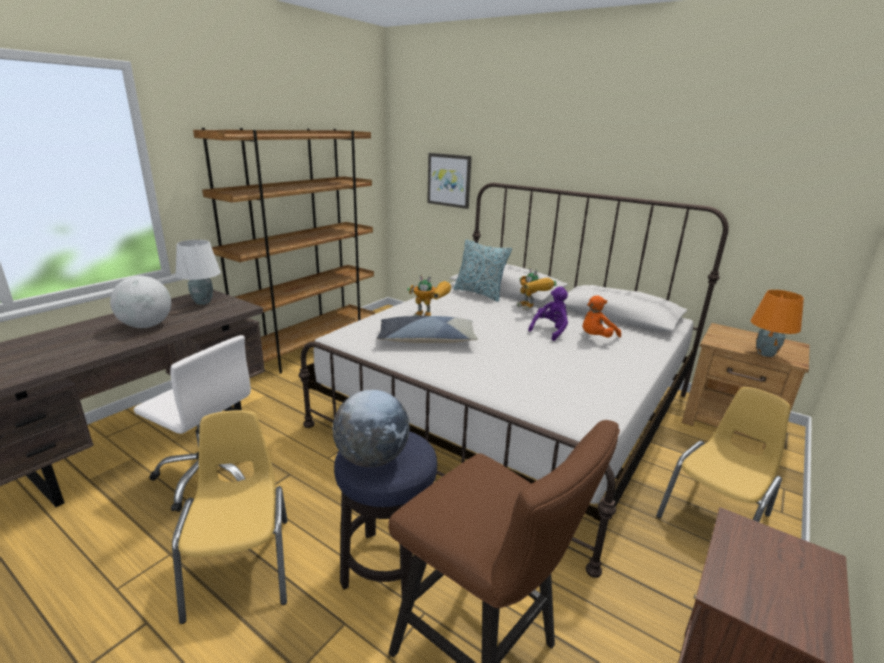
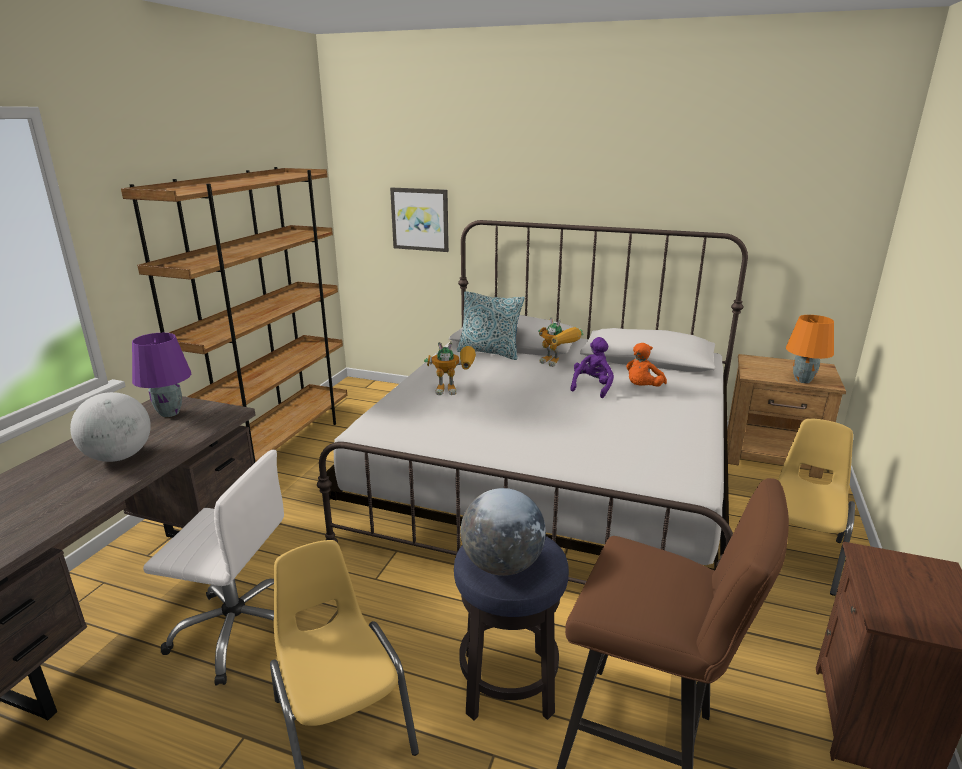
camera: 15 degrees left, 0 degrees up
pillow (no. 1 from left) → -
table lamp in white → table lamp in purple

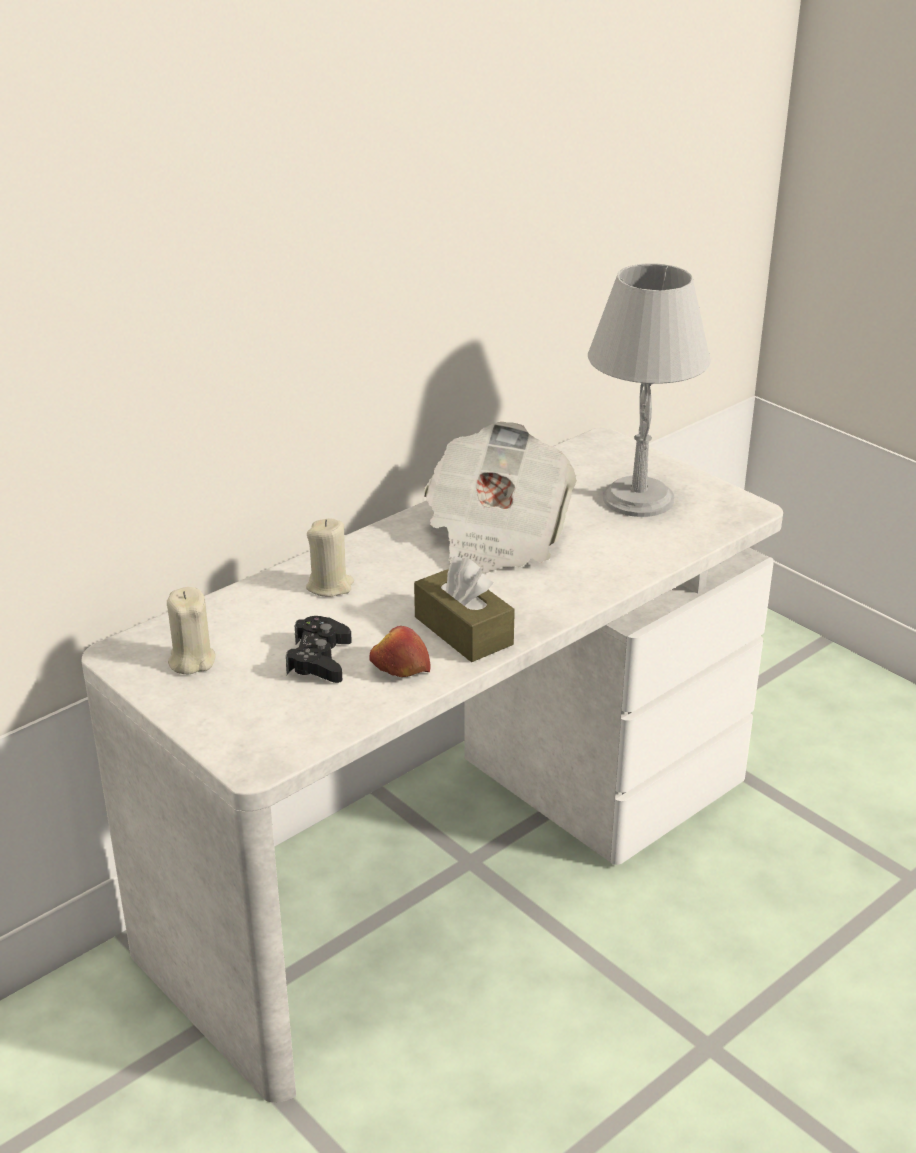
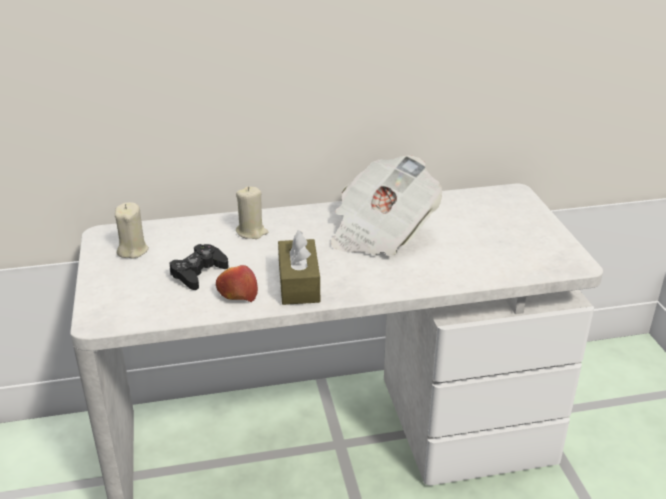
camera: 30 degrees right, 0 degrees up
table lamp in grey → -

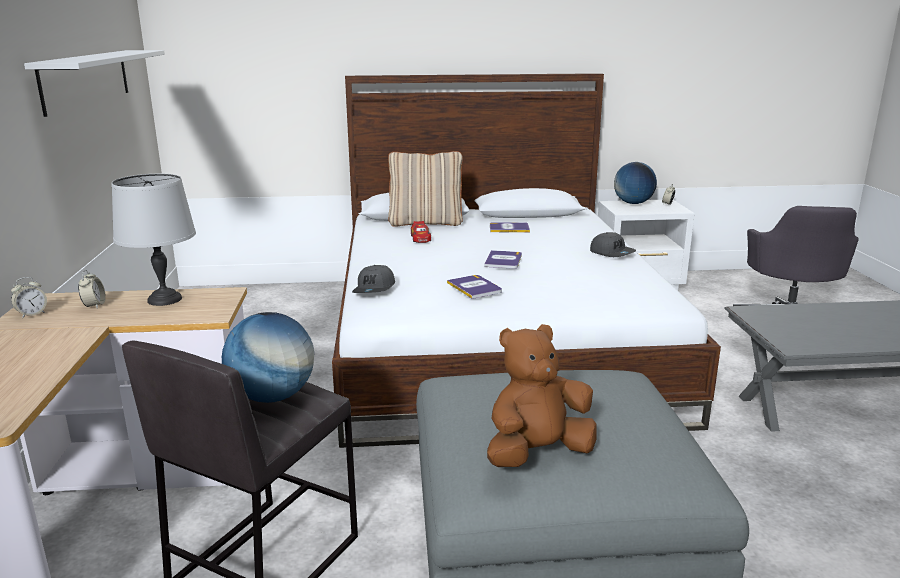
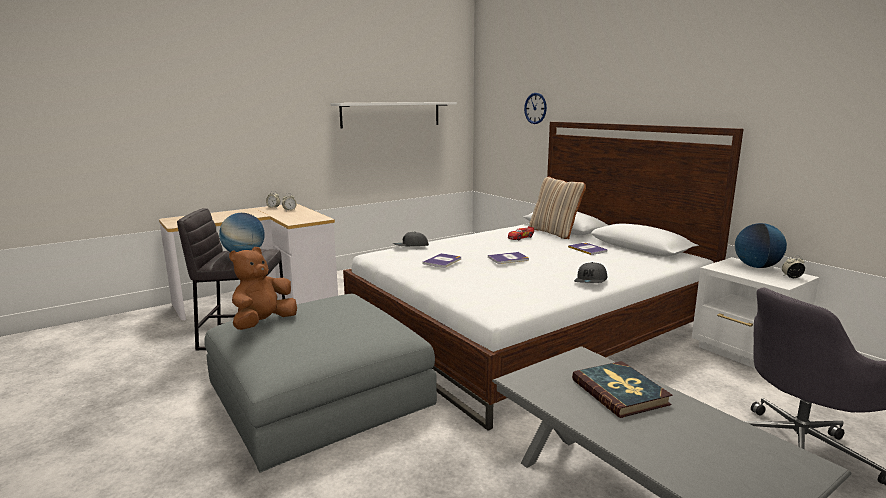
camera: 60 degrees right, 5 degrees down
table lamp in grey → -
- → wall clock
- → book (no. 4 from left)
plush toy in brown, 90 degrees counterclockwise

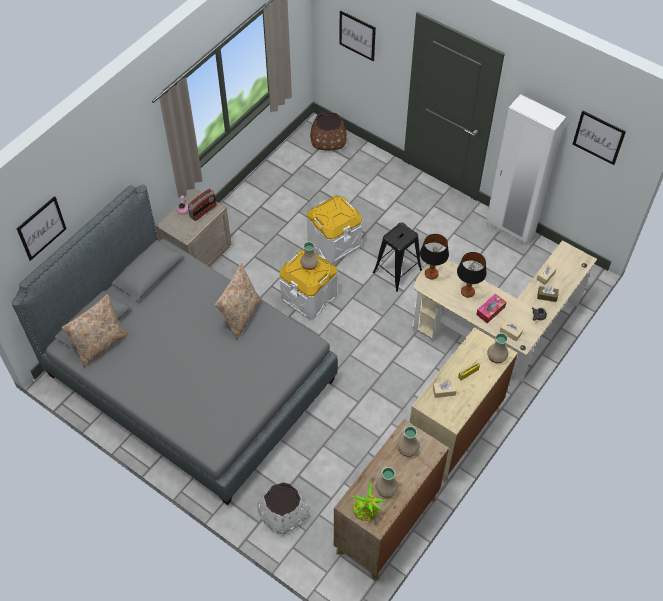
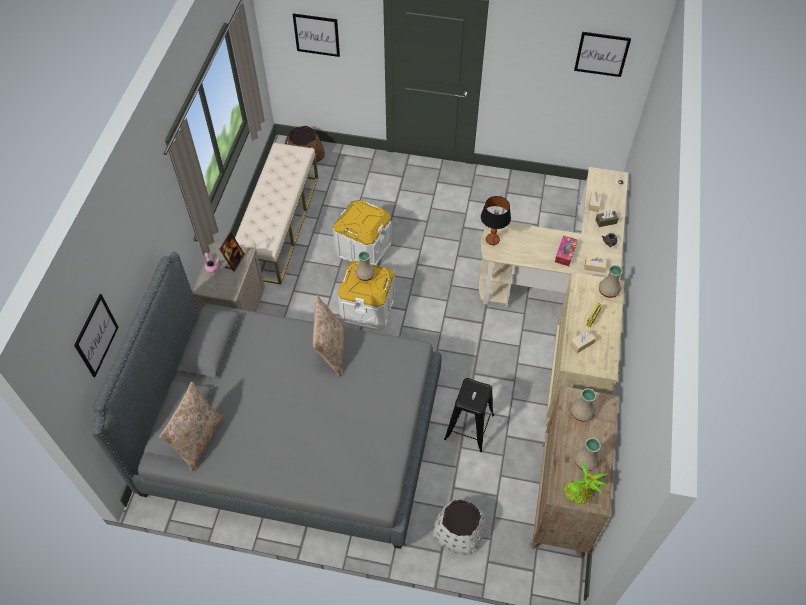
camera: 25 degrees left, 0 degrees up
table lamp (no. 2 from left) → -
wardrobe in white → -
- → bench in beige
stool in black, shifted
radio (no. 1 from left) → picture frame

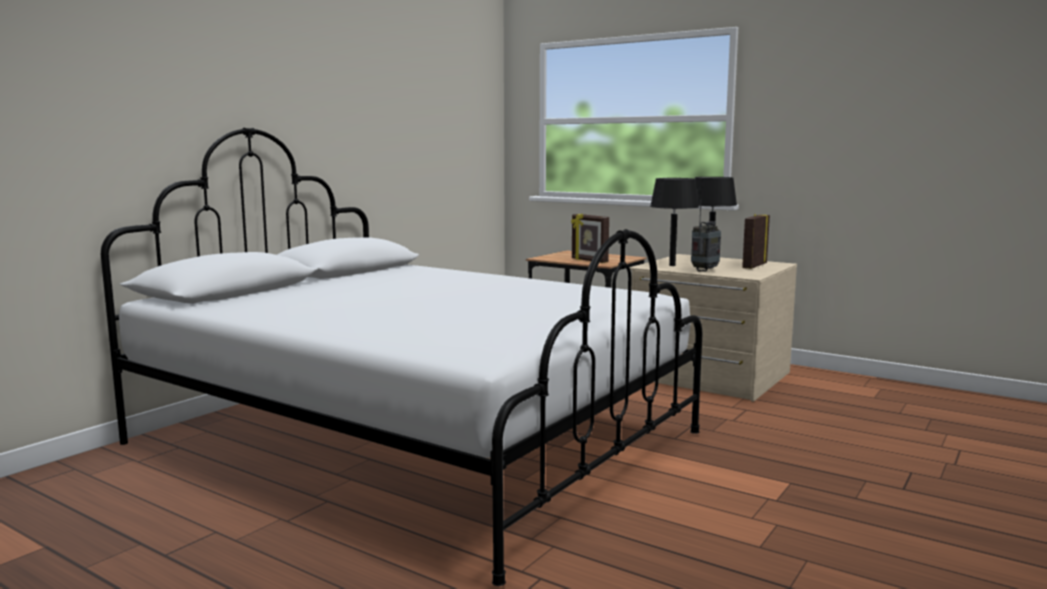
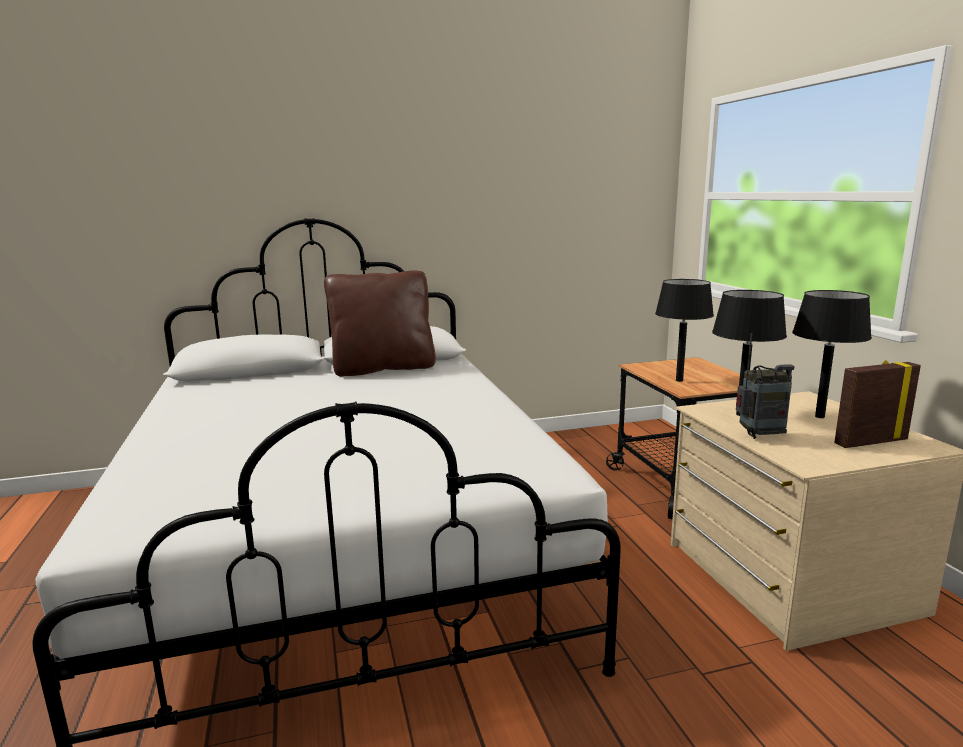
camera: 40 degrees right, 5 degrees up
- → pillow in brown
picture frame (no. 1 from left) → table lamp in black (no. 1 from left)

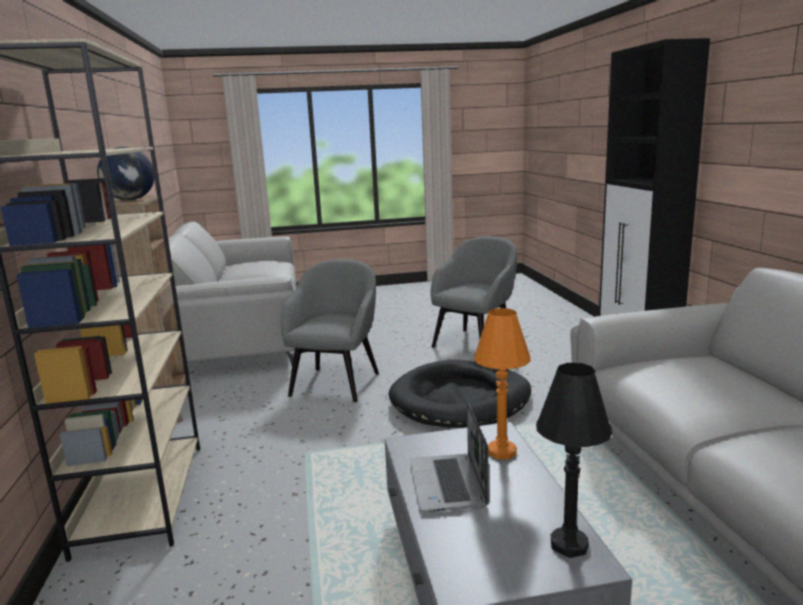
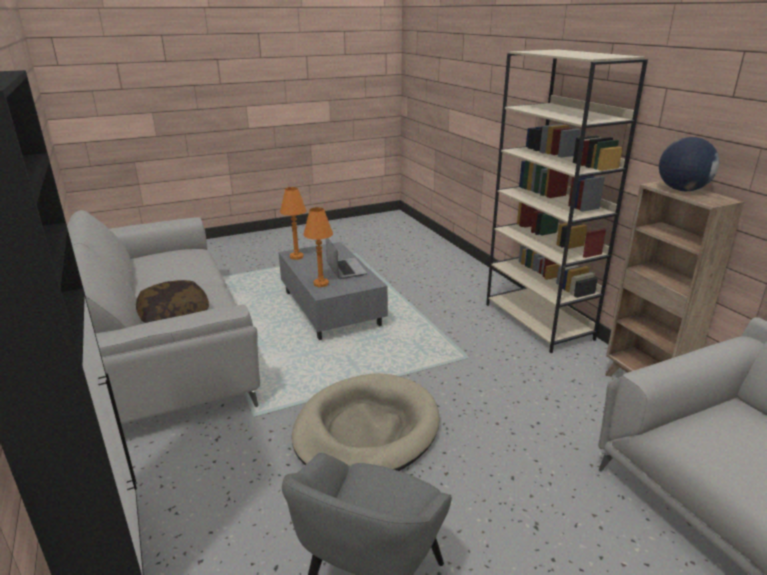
camera: 165 degrees right, 10 degrees up
armchair in grey (no. 1 from left) → -
- → pillow
dog bed in black → dog bed in beige
table lamp in black → table lamp in orange (no. 1 from left)

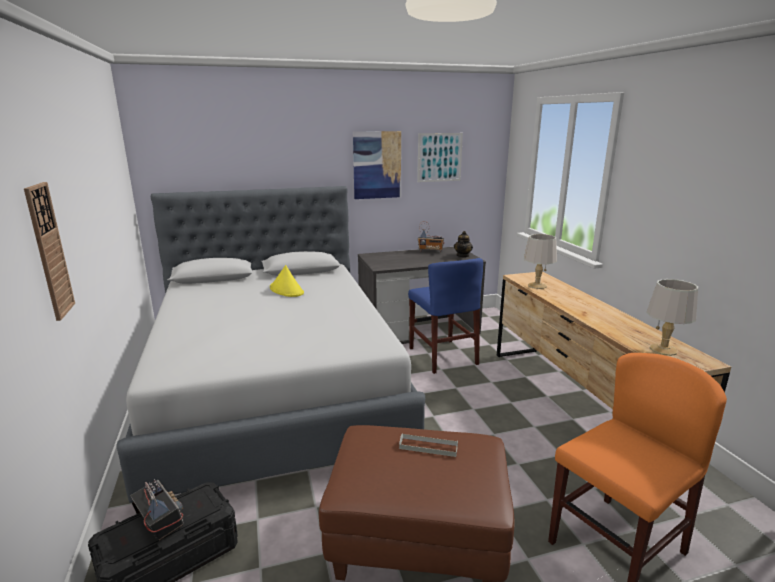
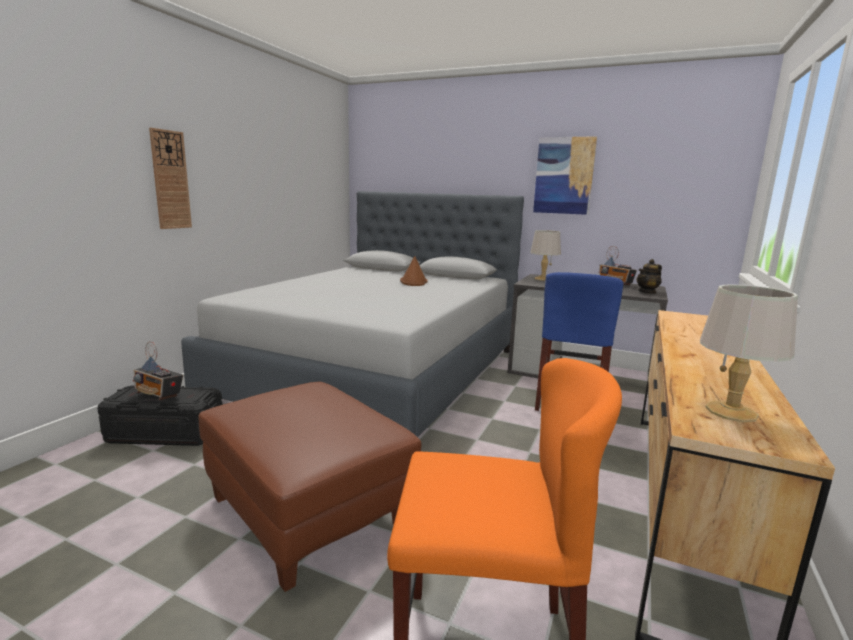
camera: 40 degrees right, 5 degrees down
tray in grey → -
picture (no. 2 from left) → -
table lamp in grey (no. 1 from left), shifted
hat in yellow → hat in brown
radio (no. 1 from left), 120 degrees clockwise

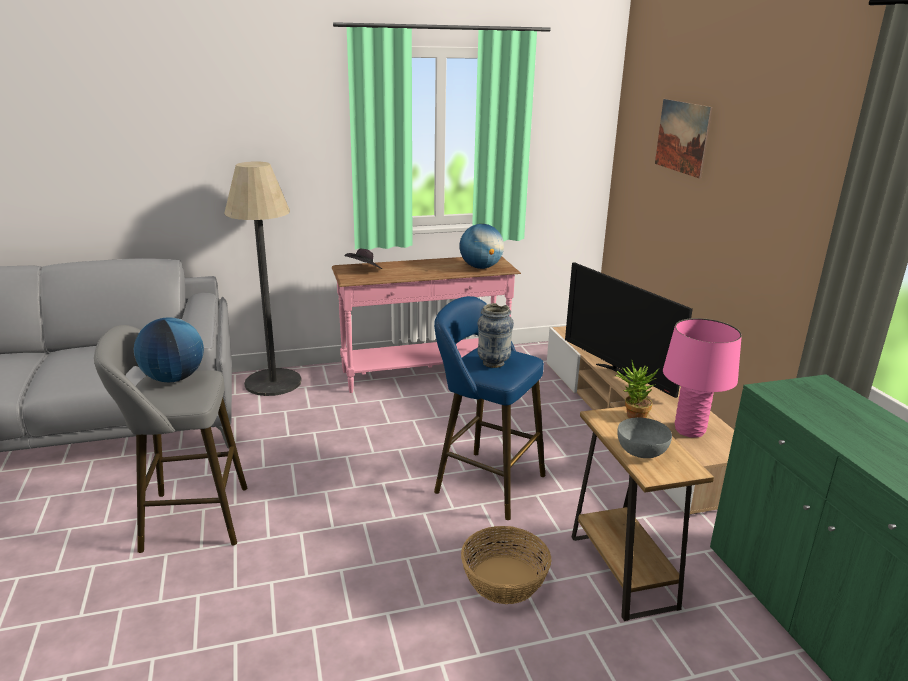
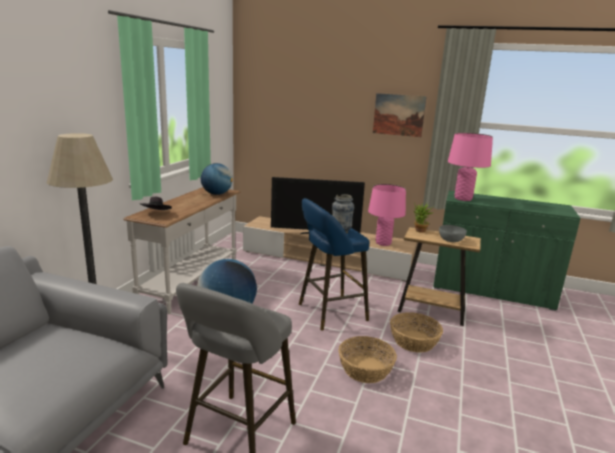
camera: 55 degrees left, 5 degrees down
- → basket (no. 1 from left)
- → table lamp in pink (no. 2 from left)
picture, shifted
console table in pink → console table in white

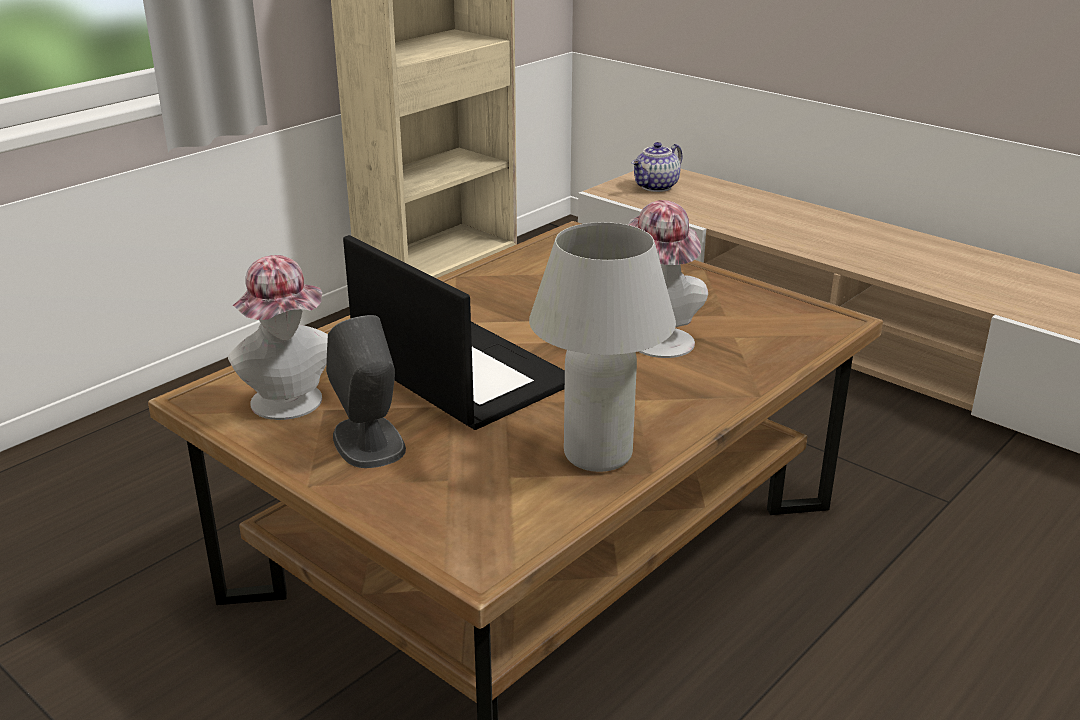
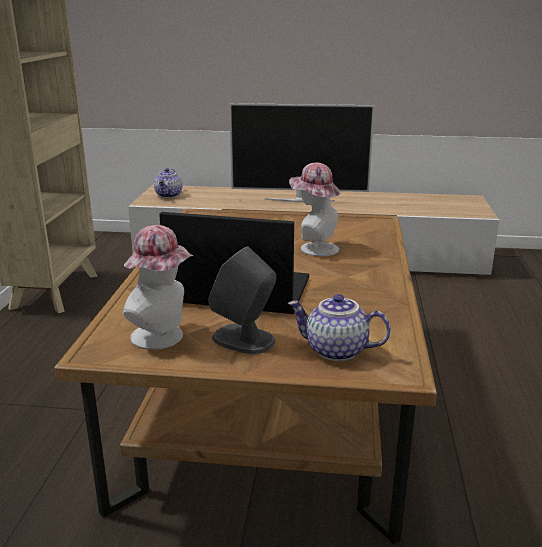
camera: 35 degrees left, 5 degrees down
table lamp in white → -
- → television
- → teapot (no. 2 from left)

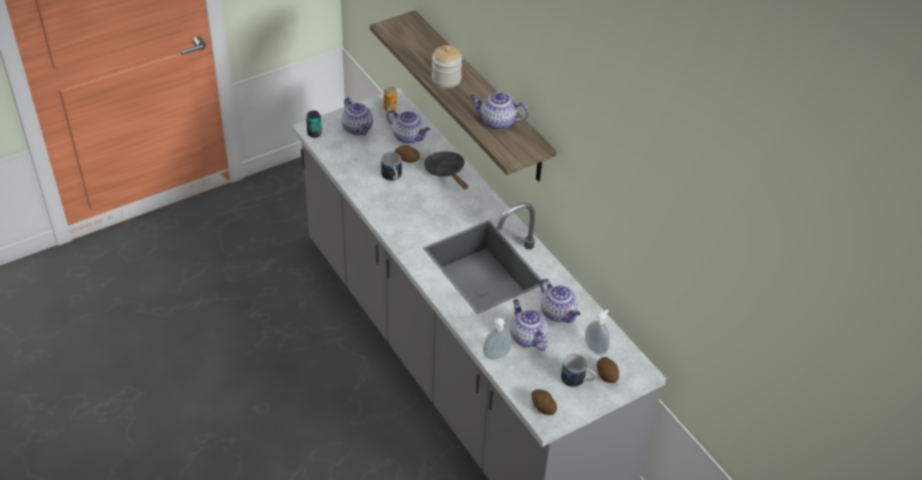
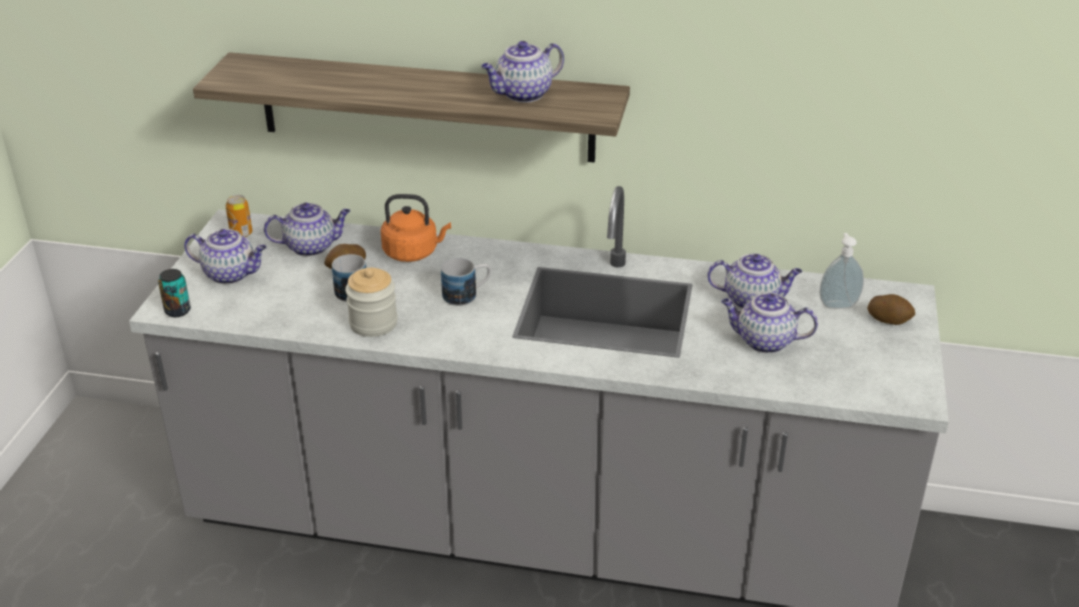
camera: 45 degrees left, 10 degrees down
soap dispenser (no. 1 from left) → -
potato (no. 2 from left) → -
jar, shifted
mug (no. 2 from left), shifted
frying pan in black → kettle in orange

